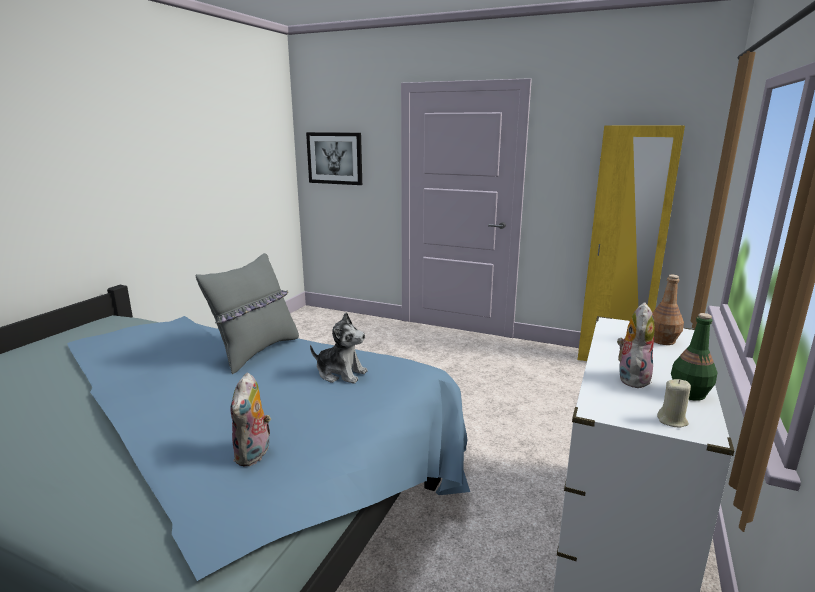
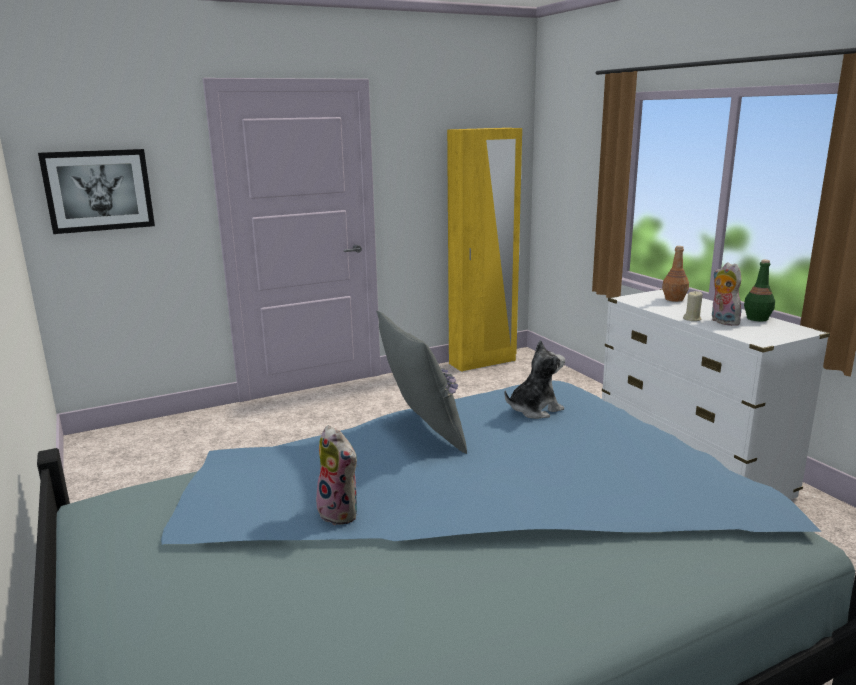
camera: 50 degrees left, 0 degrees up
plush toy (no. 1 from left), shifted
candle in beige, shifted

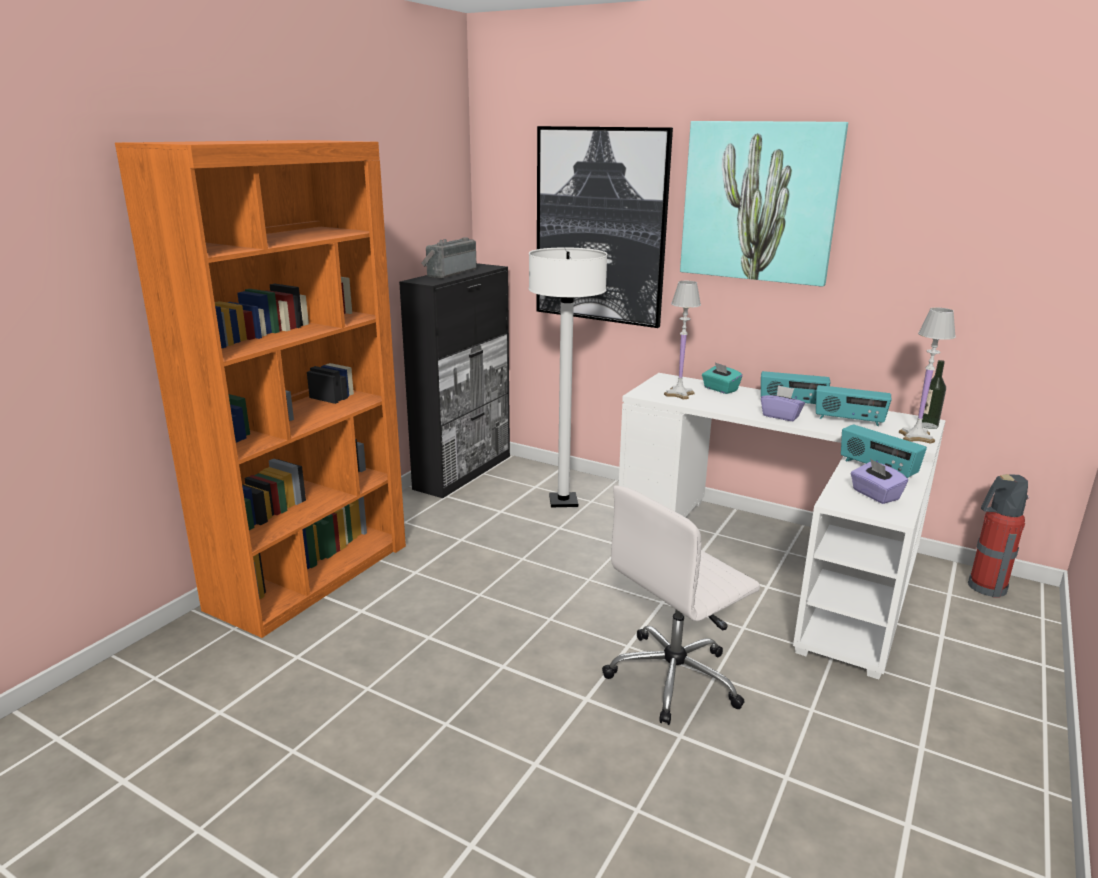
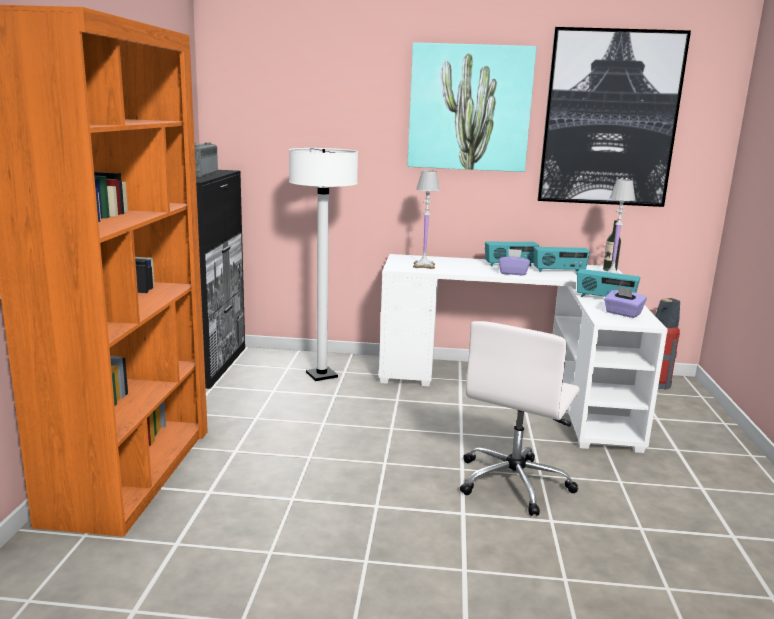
camera: 25 degrees left, 5 degrees down
tissue box in turquoise → -
picture (no. 1 from left in the first image) → picture (no. 2 from left), shifted

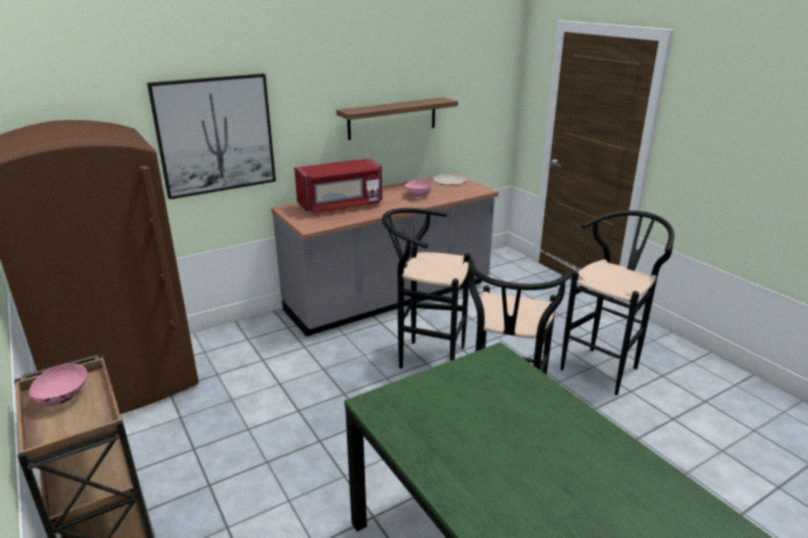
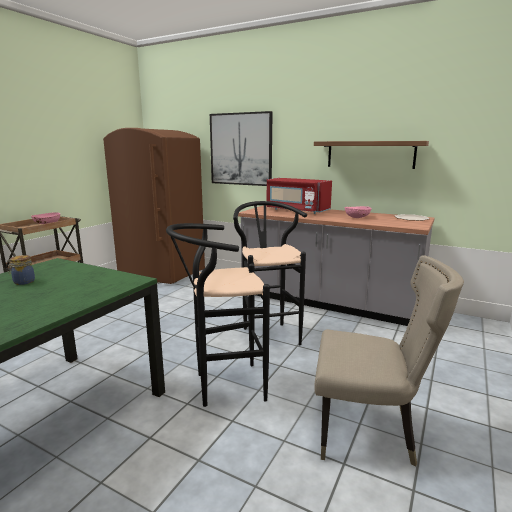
camera: 60 degrees right, 10 degrees down
- → jar
stool in black (no. 3 from left) → chair in beige

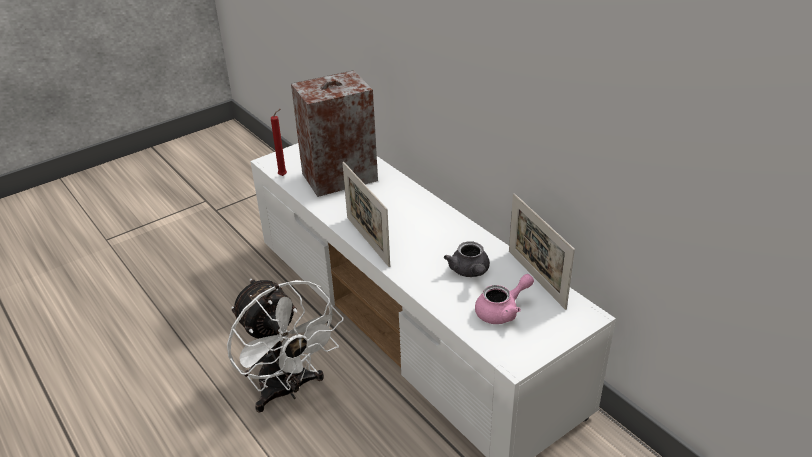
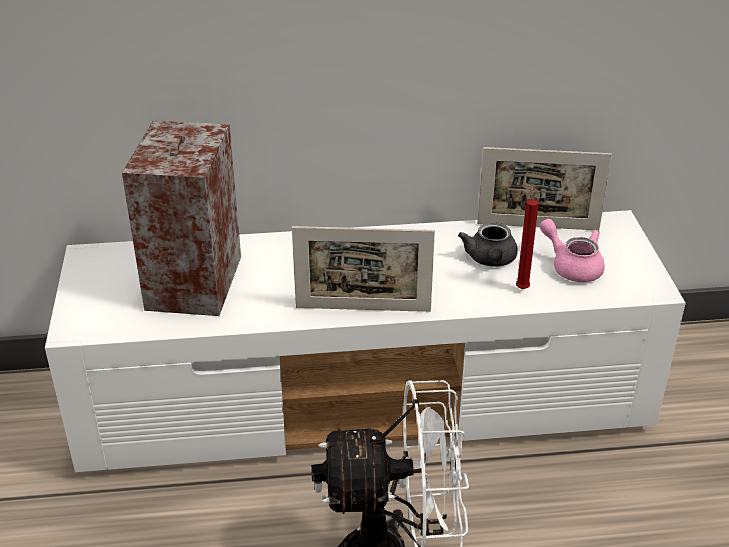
camera: 60 degrees left, 0 degrees up
candle in red, shifted
teapot in grey, 75 degrees clockwise
teapot in pink, 45 degrees counterclockwise

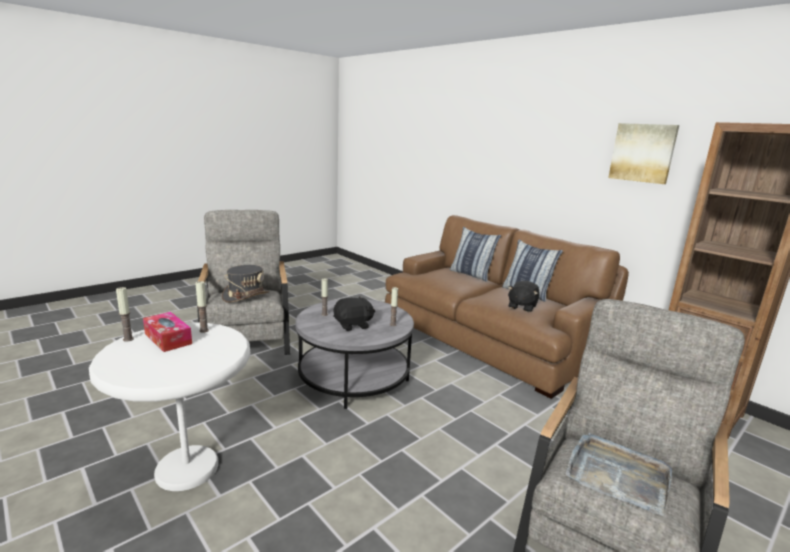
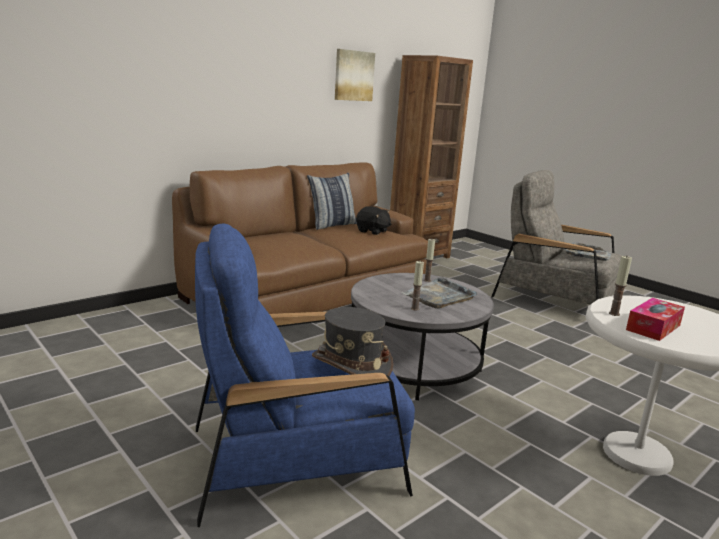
camera: 90 degrees left, 0 degrees up
candle (no. 1 from left) → -
pillow (no. 1 from left) → -
plush toy in black (no. 1 from left) → tray in grey (no. 1 from left)
armchair in grey (no. 1 from left) → armchair in blue

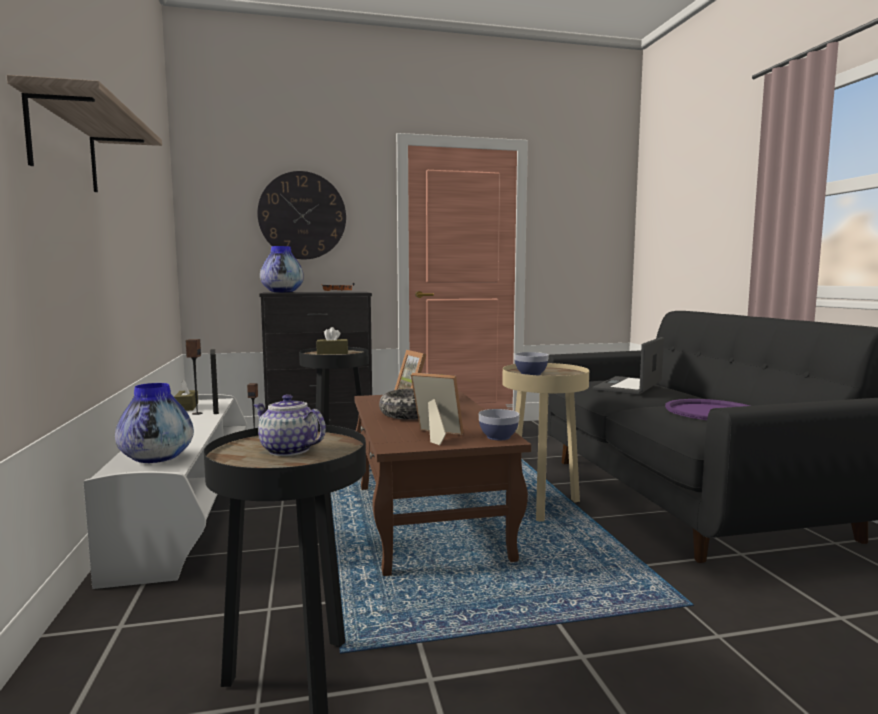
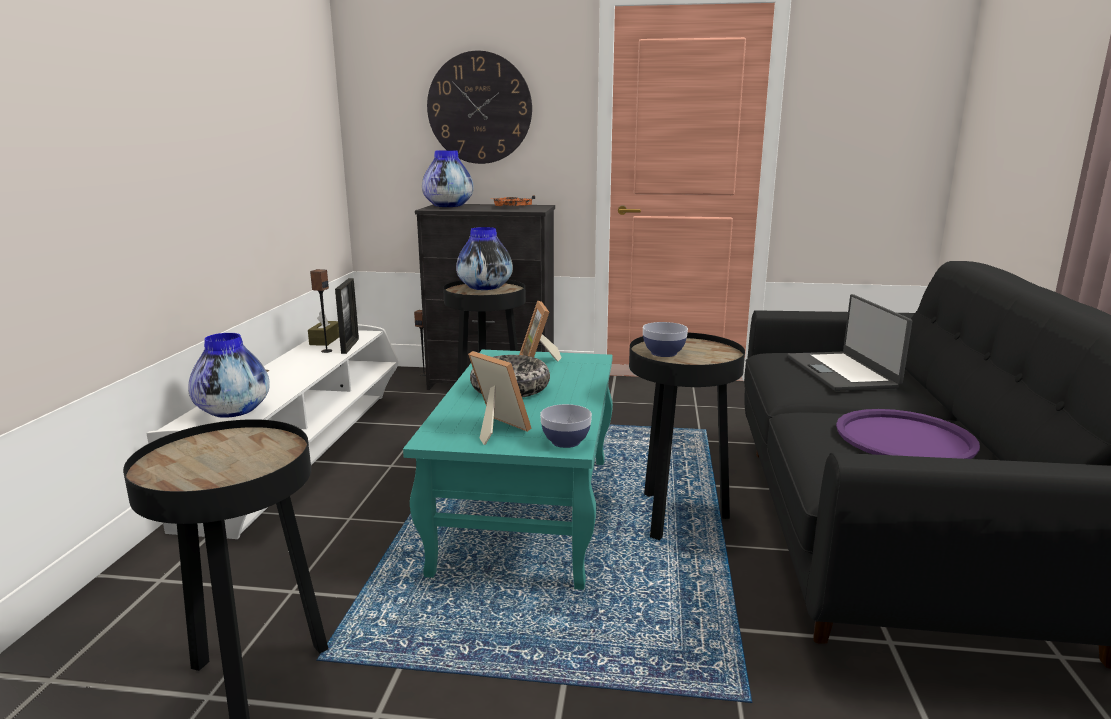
camera: 20 degrees right, 10 degrees up
shelf → -
teapot → -
tissue box in brown (no. 2 from left) → vase (no. 3 from left)
coffee table in brown → coffee table in turquoise
side table in beige → side table in black (no. 3 from left)
laptop, 60 degrees counterclockwise

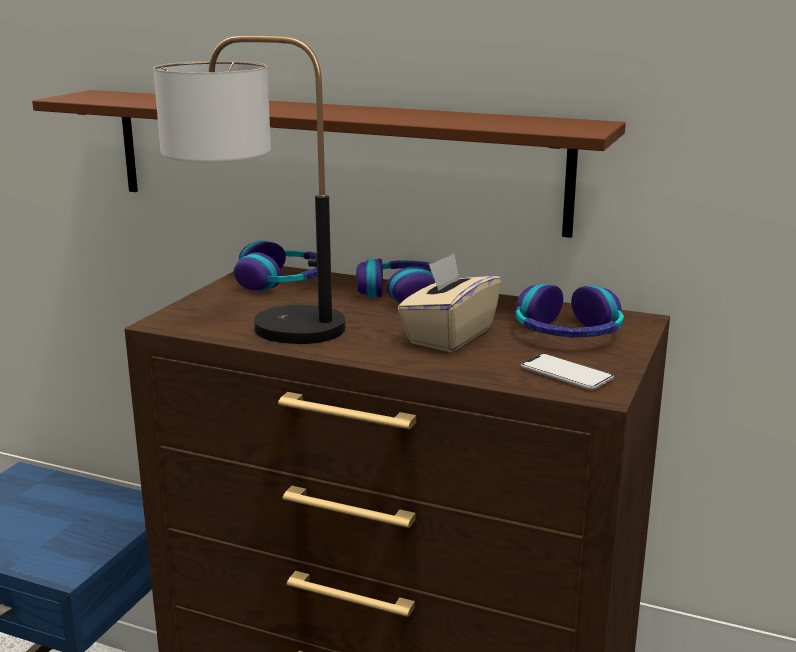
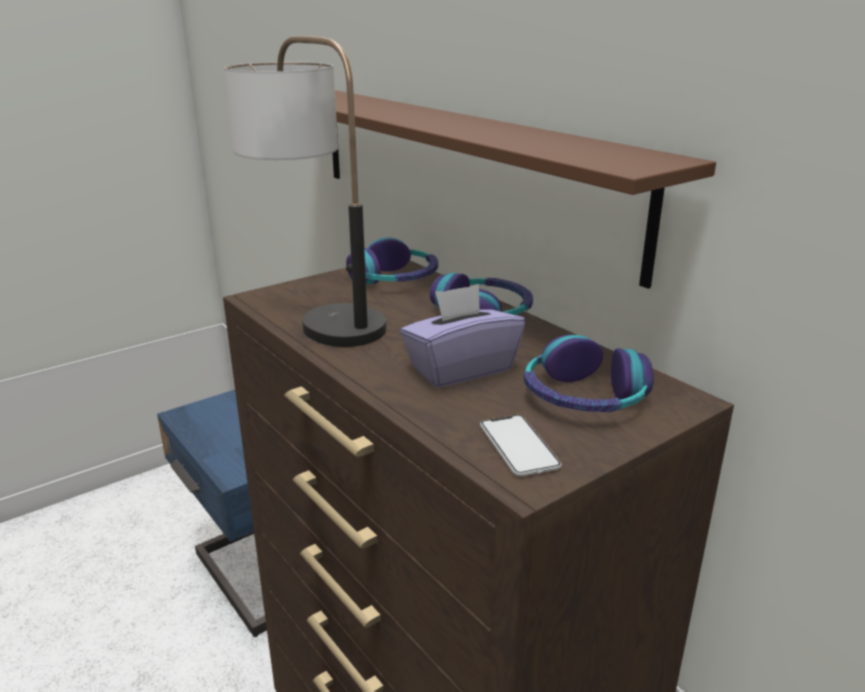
camera: 30 degrees right, 5 degrees up
tissue box in beige → tissue box in purple

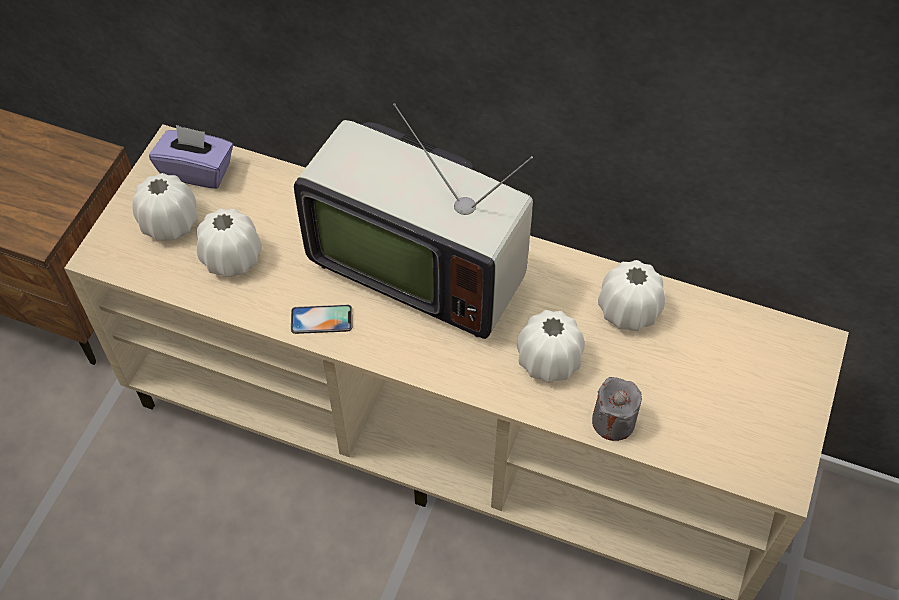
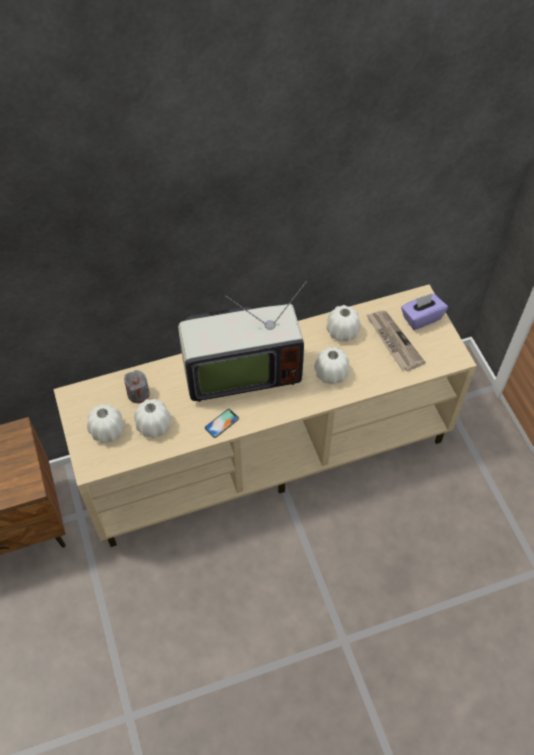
camera: 40 degrees left, 0 degrees up
- → newspaper
tissue box in purple, shifted
candle in grey, shifted

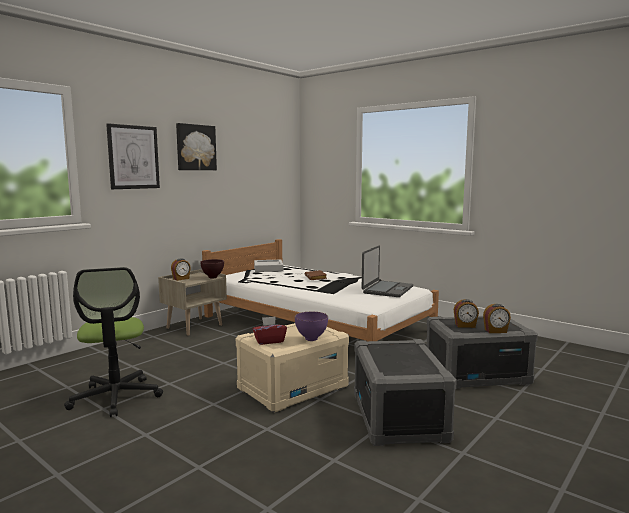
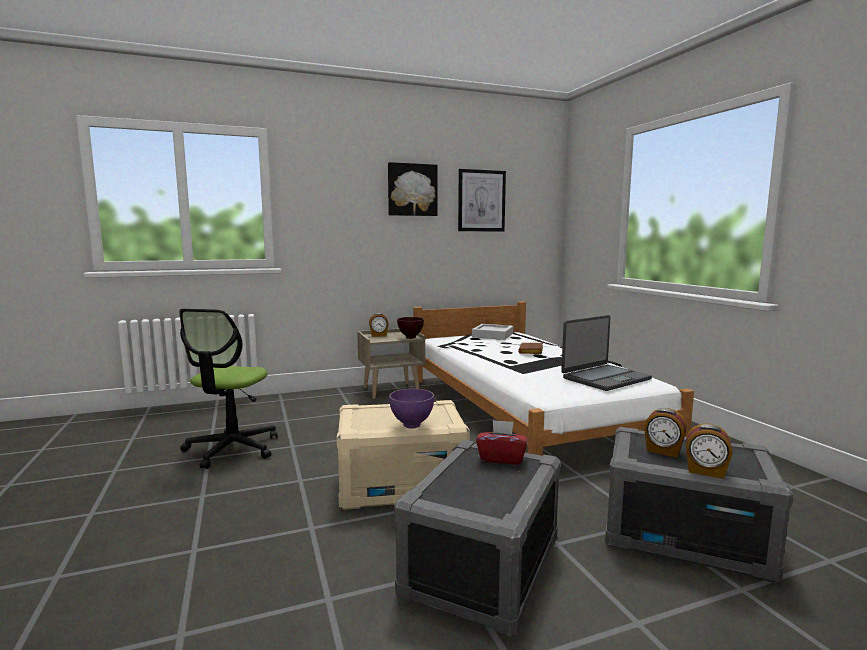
camera: 30 degrees right, 0 degrees up
picture (no. 1 from left in the first image) → picture (no. 2 from left), shifted
tissue box in red, shifted

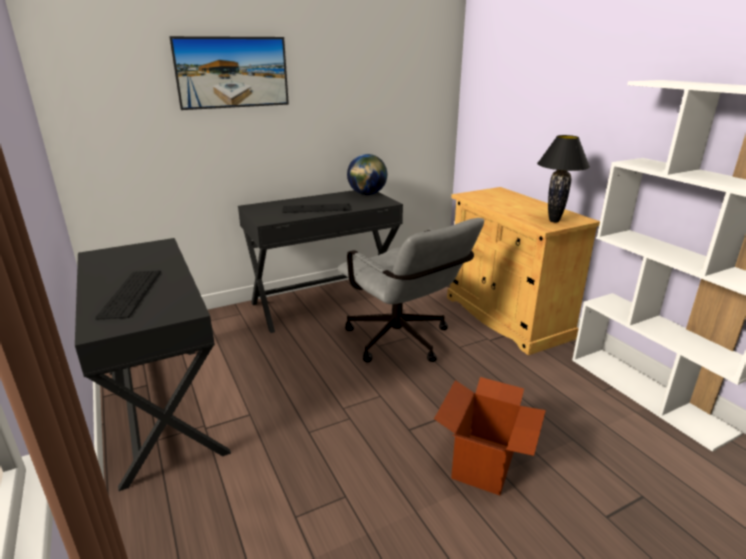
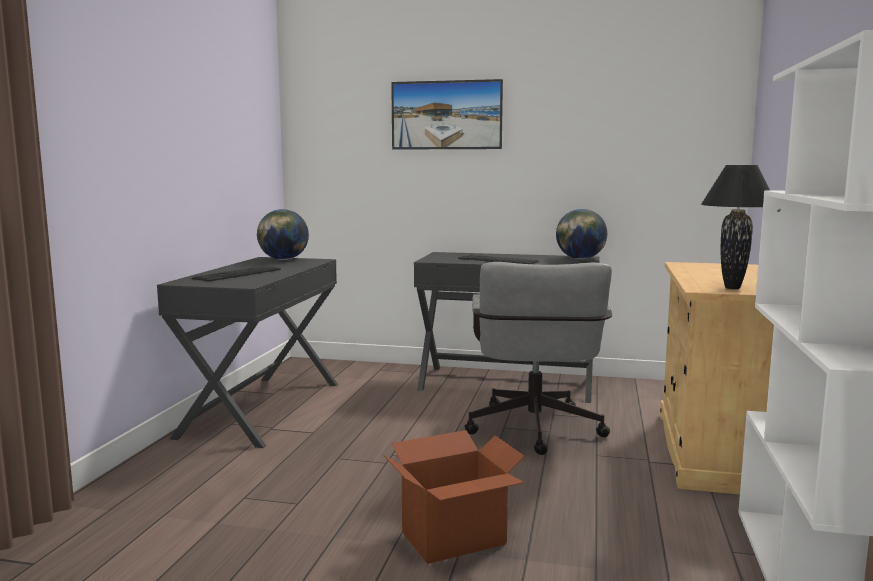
camera: 40 degrees right, 15 degrees down
- → globe (no. 1 from left)

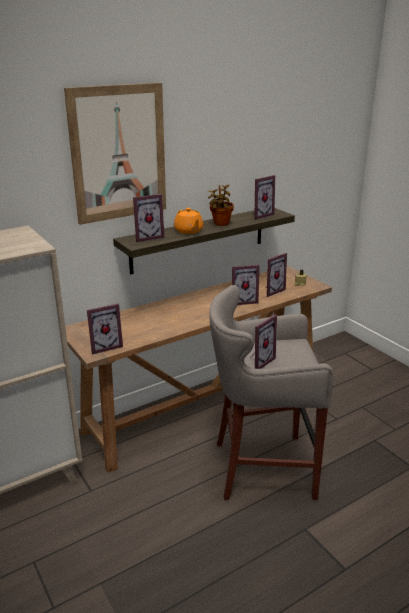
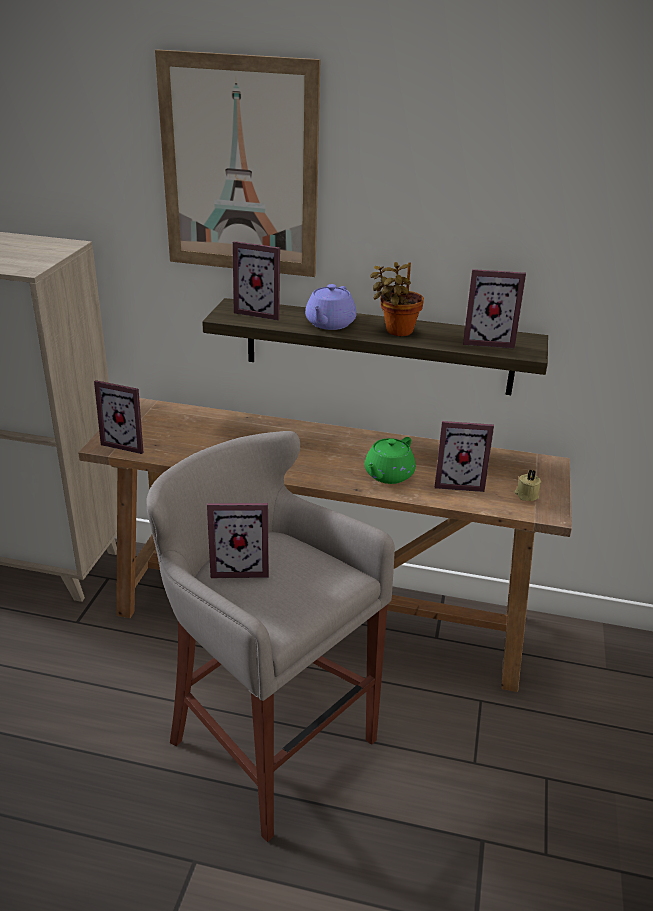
camera: 45 degrees right, 5 degrees up
picture frame (no. 3 from left) → teapot in green
teapot in orange → teapot in purple

